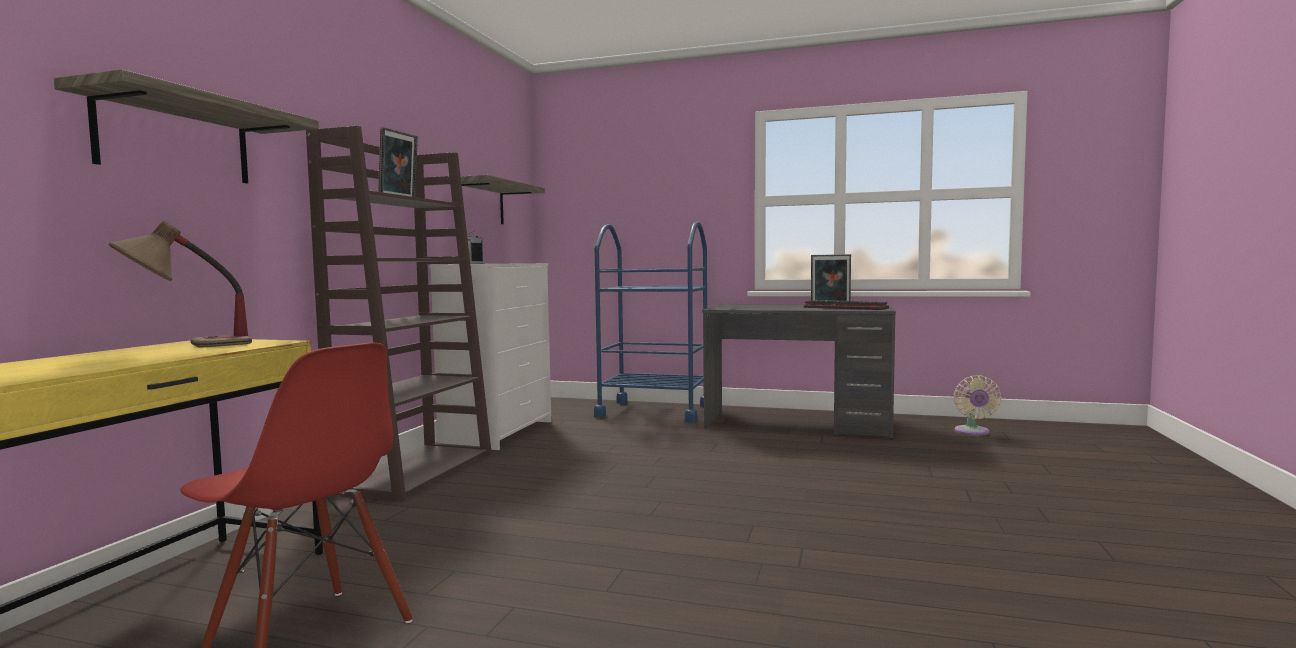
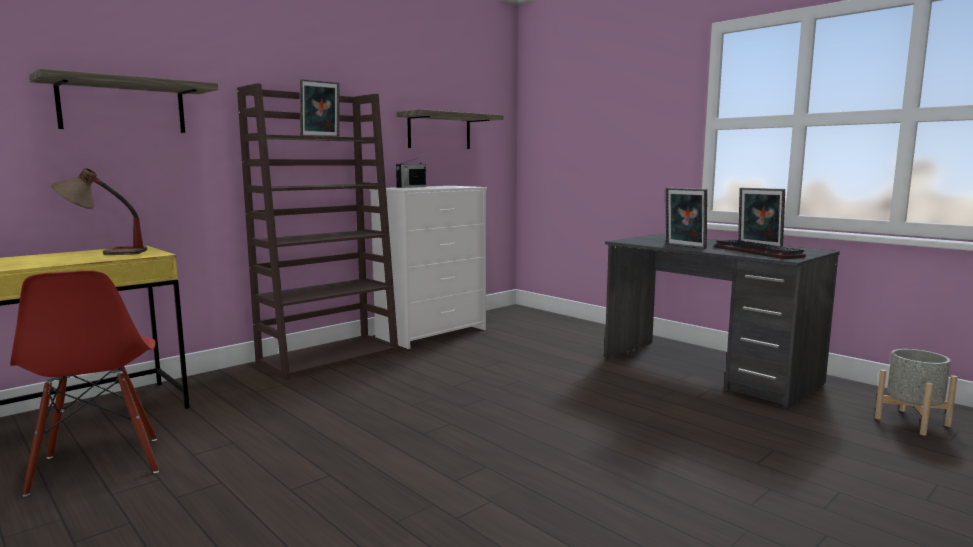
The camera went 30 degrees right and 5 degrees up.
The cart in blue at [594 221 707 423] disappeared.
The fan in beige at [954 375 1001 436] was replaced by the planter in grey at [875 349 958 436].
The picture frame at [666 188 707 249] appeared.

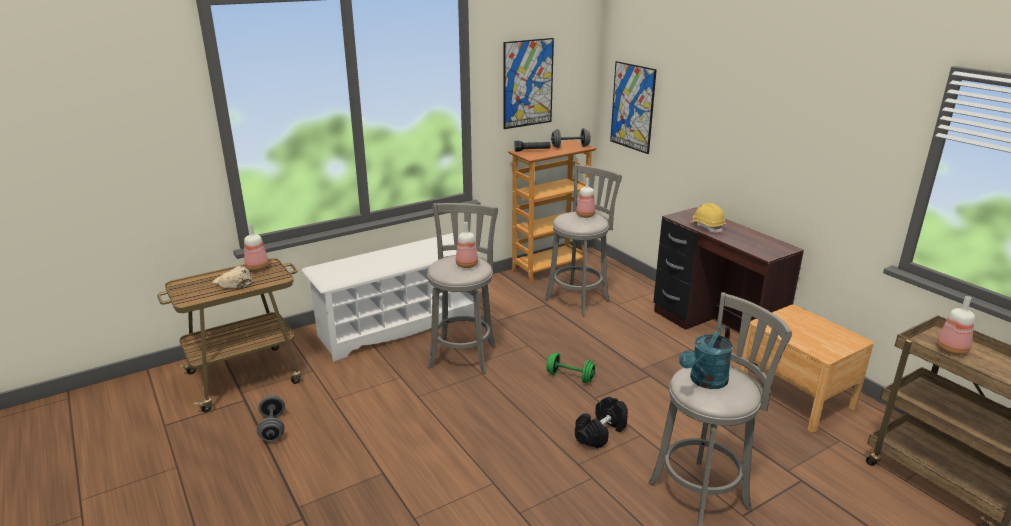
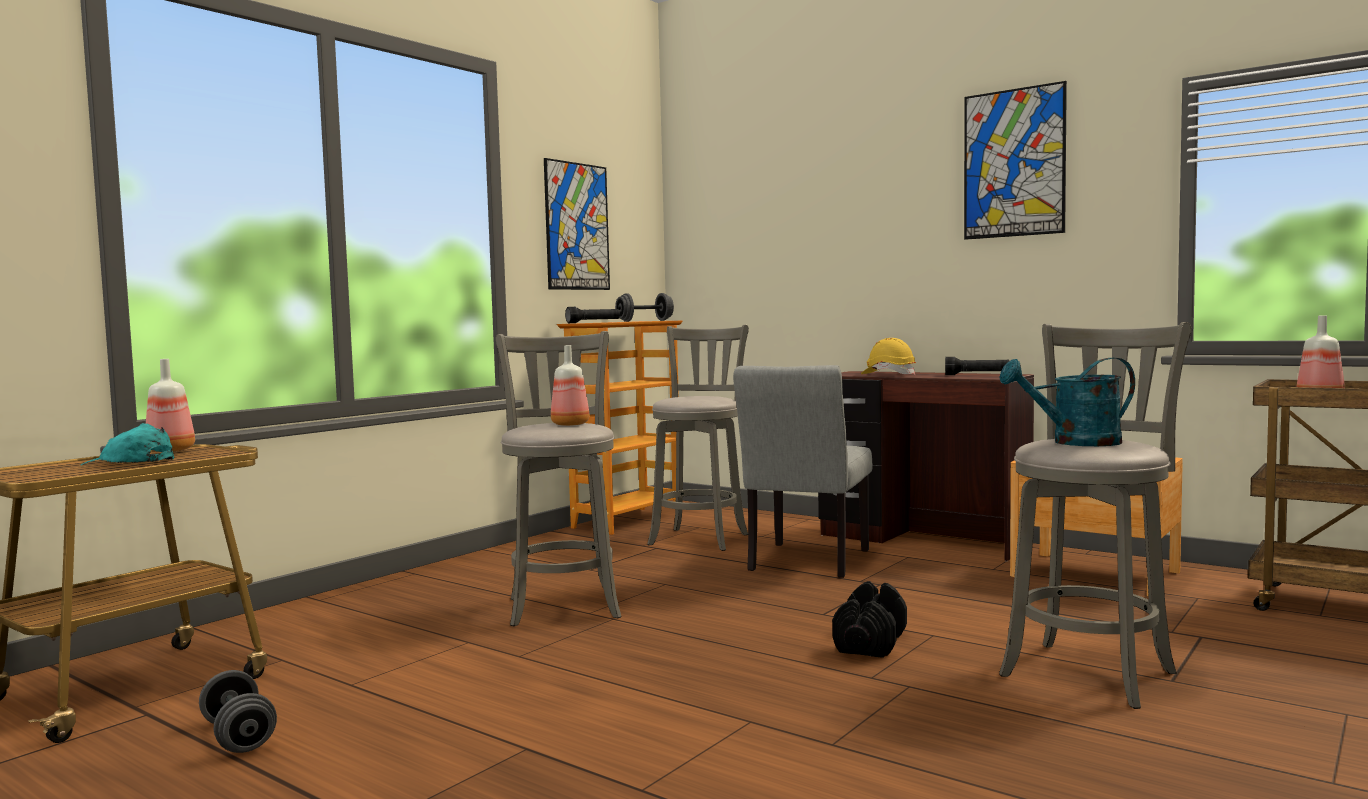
The camera went 20 degrees left and 20 degrees down.
The picture moved from [610 61 657 154] to [964 81 1067 240].
The bottle at [576 178 595 218] disappeared.
The shoe rack in white at [301 233 481 362] disappeared.
The cap in beige at [212 266 253 289] became the cap in turquoise at [81 423 174 465].
The watering can in turquoise at [679 326 733 389] turned 60 degrees clockwise.
The dumbbell in green at [547 353 595 383] disappeared.
The flashlight in black at [945 357 1010 375] appeared.
The chair in grey at [733 365 872 578] appeared.

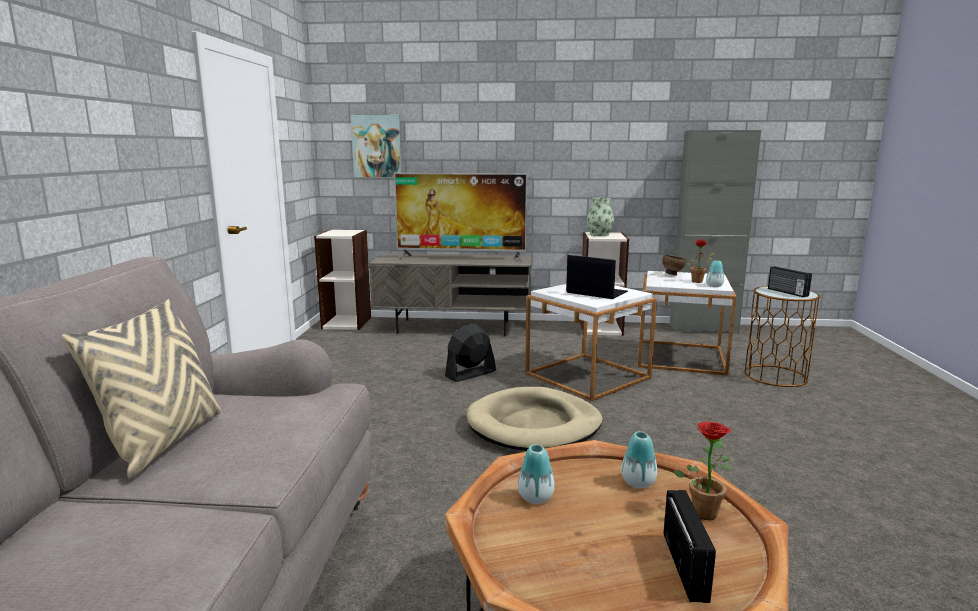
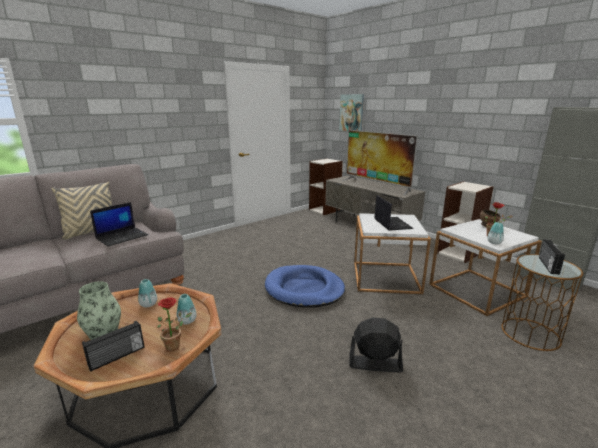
The camera went 45 degrees right and 5 degrees up.
The vase moved from [587 198 614 236] to [77 281 121 340].
The fan in black moved from [445 324 496 382] to [349 318 403 373].
The dog bed in beige at [467 387 603 451] became the dog bed in blue at [265 265 345 308].
The laptop at [90 202 148 246] appeared.

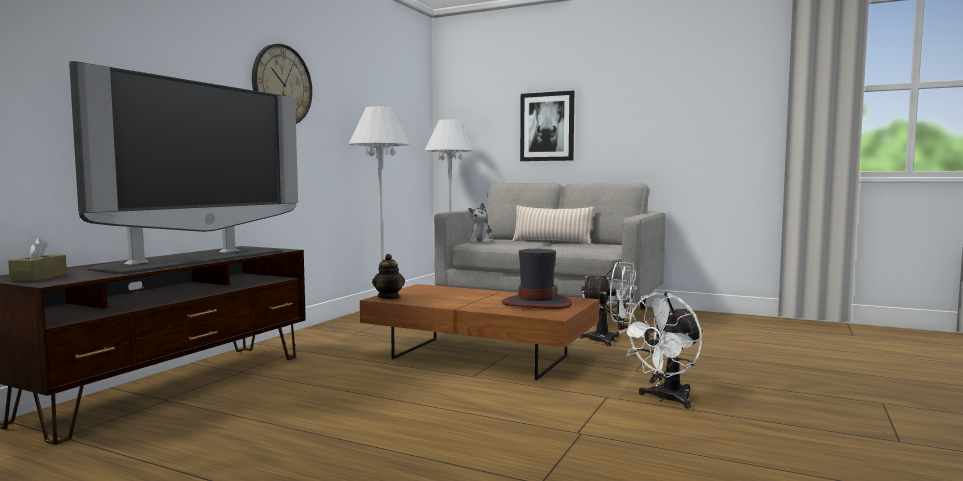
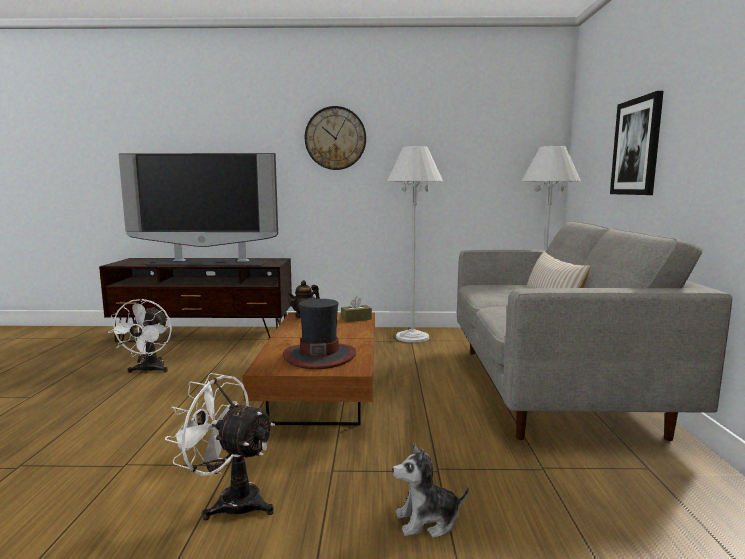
The camera went 65 degrees right and 5 degrees up.
The plush toy moved from [468 203 494 243] to [392 444 469 538].
The tissue box in brown moved from [8 238 67 281] to [341 296 372 322].
The fan in white moved from [579 261 637 347] to [108 299 172 373].

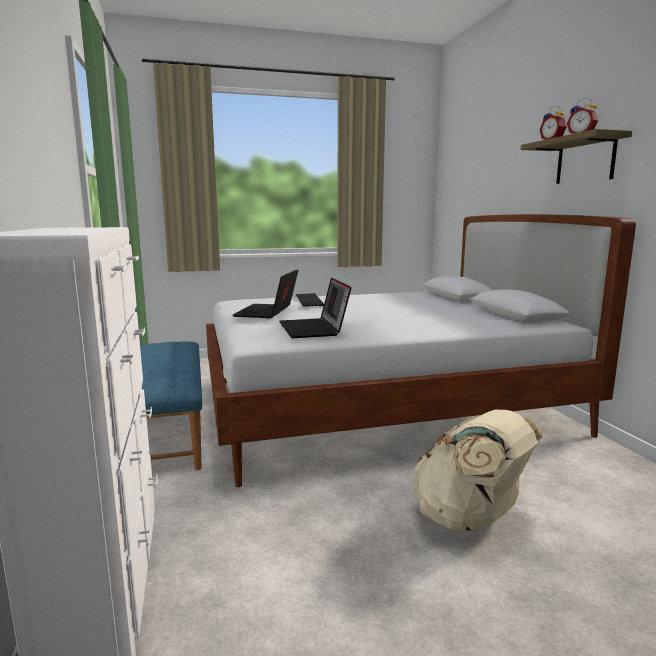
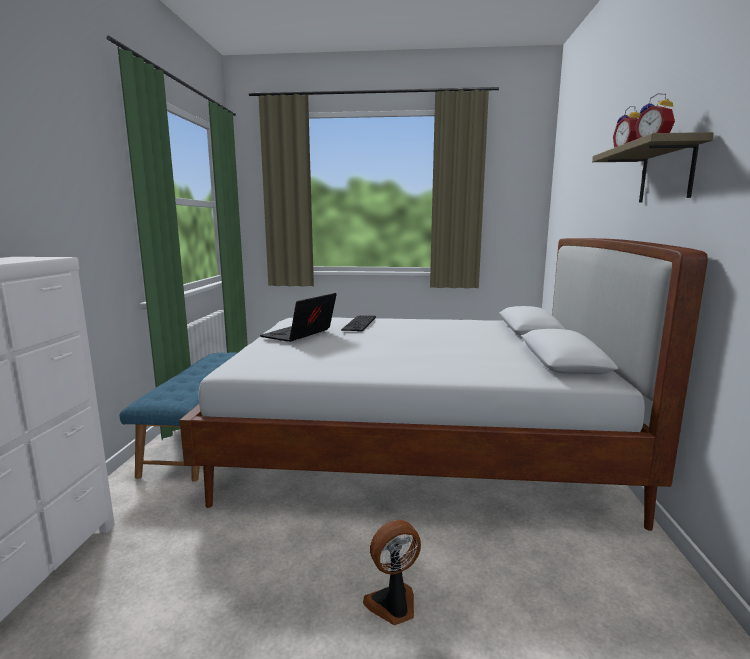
The camera went 20 degrees right and 0 degrees up.
The laptop at [279 277 352 338] disappeared.
The backpack in beige at [413 410 543 532] was replaced by the fan at [363 520 421 625].

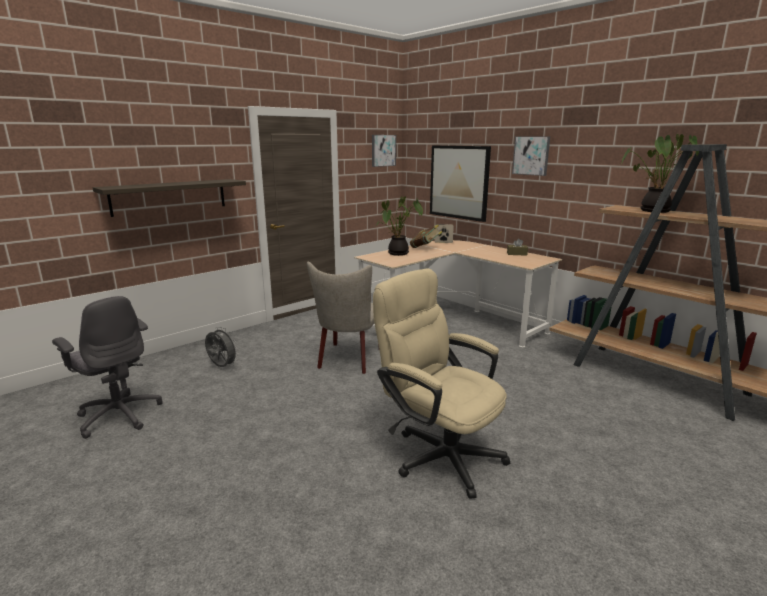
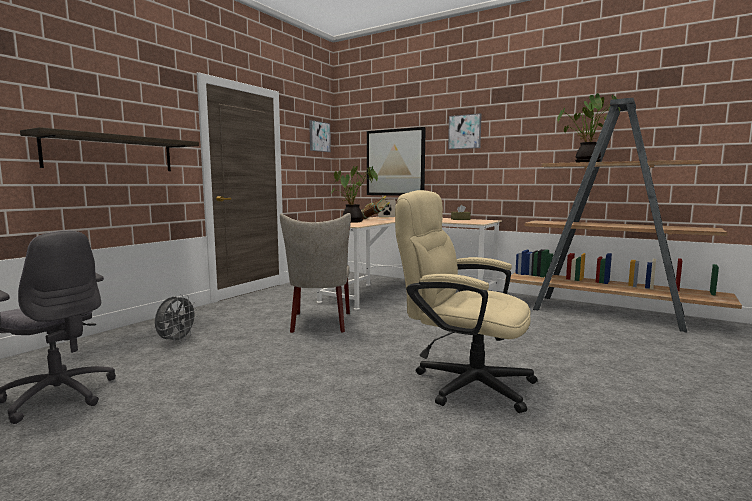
The camera went 15 degrees left and 10 degrees down.
The fan in grey at [205 327 239 367] turned 90 degrees clockwise.

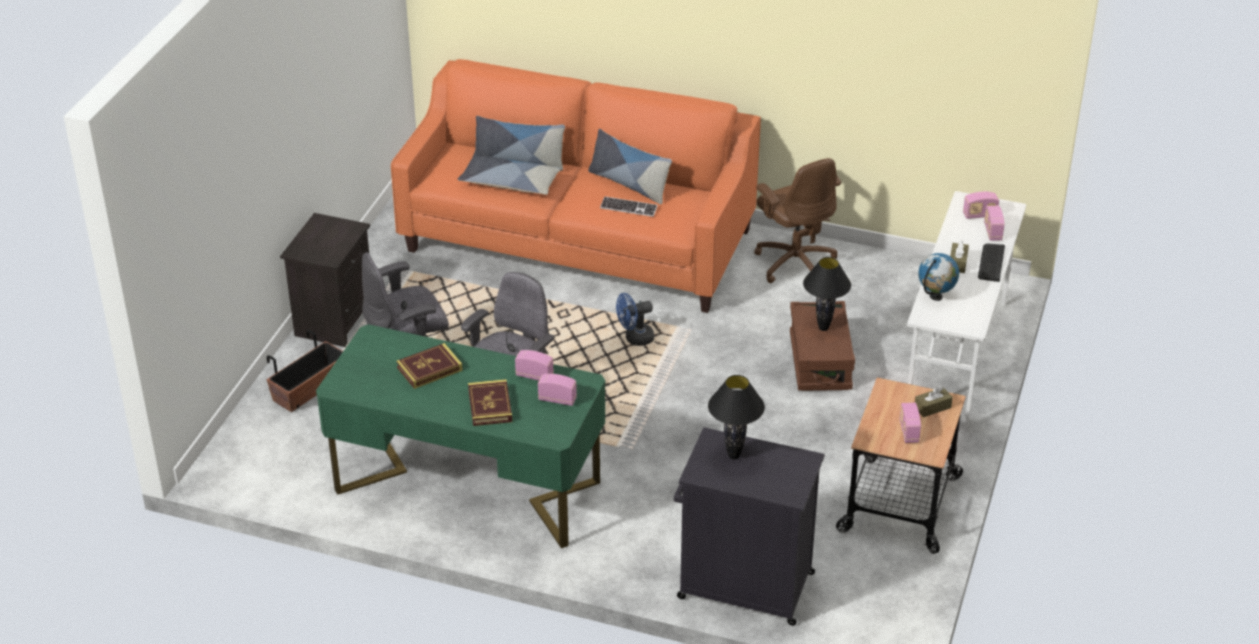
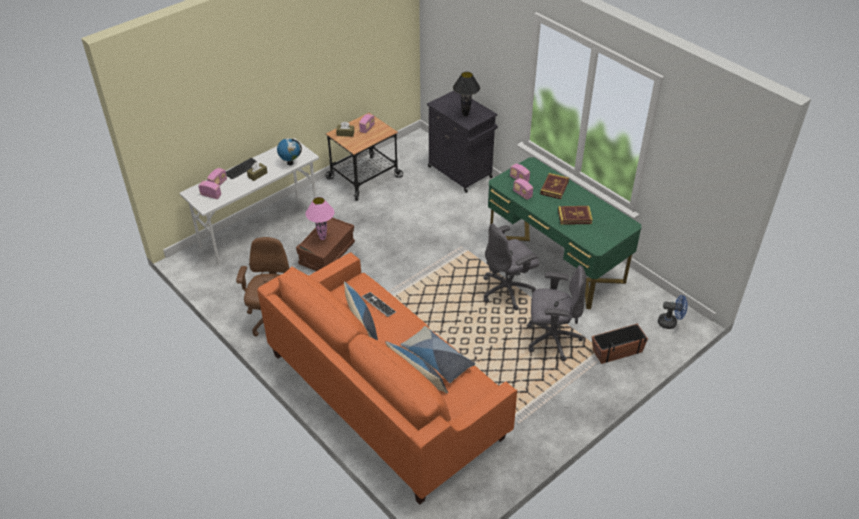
The camera went 150 degrees left and 5 degrees up.
The nightstand in black at [280 213 370 347] disappeared.
The table lamp in black at [803 257 851 331] became the table lamp in pink at [306 197 334 240].
The fan in blue moved from [616 293 654 346] to [658 295 688 329].

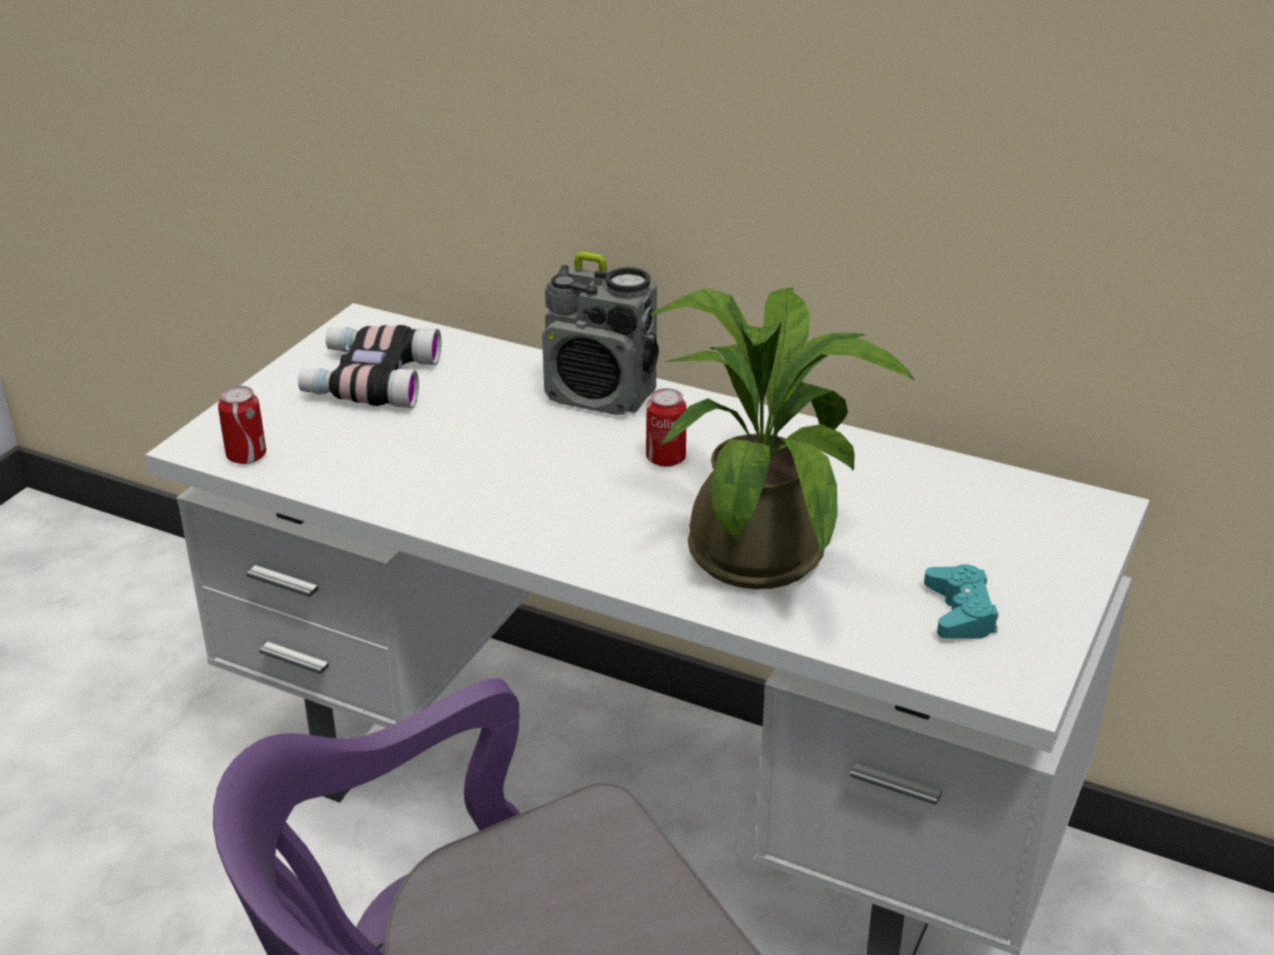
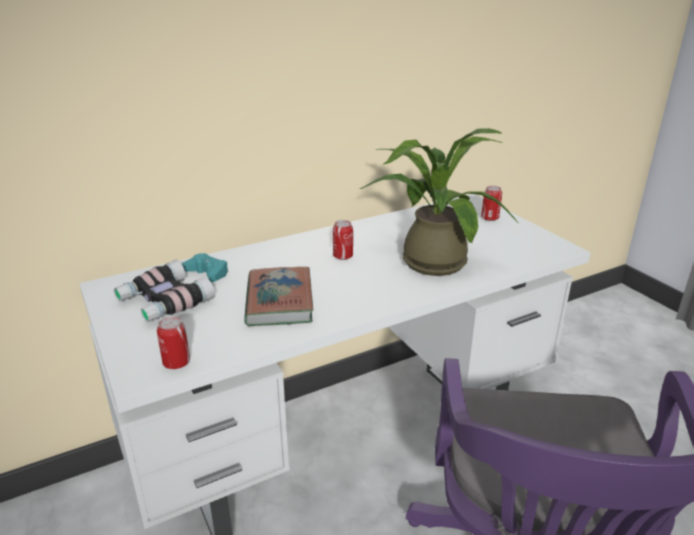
The camera went 55 degrees left and 5 degrees down.
The radio at [542 252 659 415] disappeared.
The game controller in turquoise moved from [924 564 999 639] to [182 253 229 282].
The can at [481 186 502 221] appeared.
The book at [244 267 313 326] appeared.

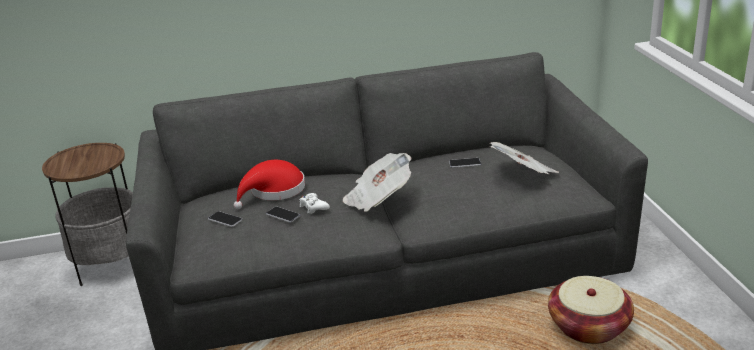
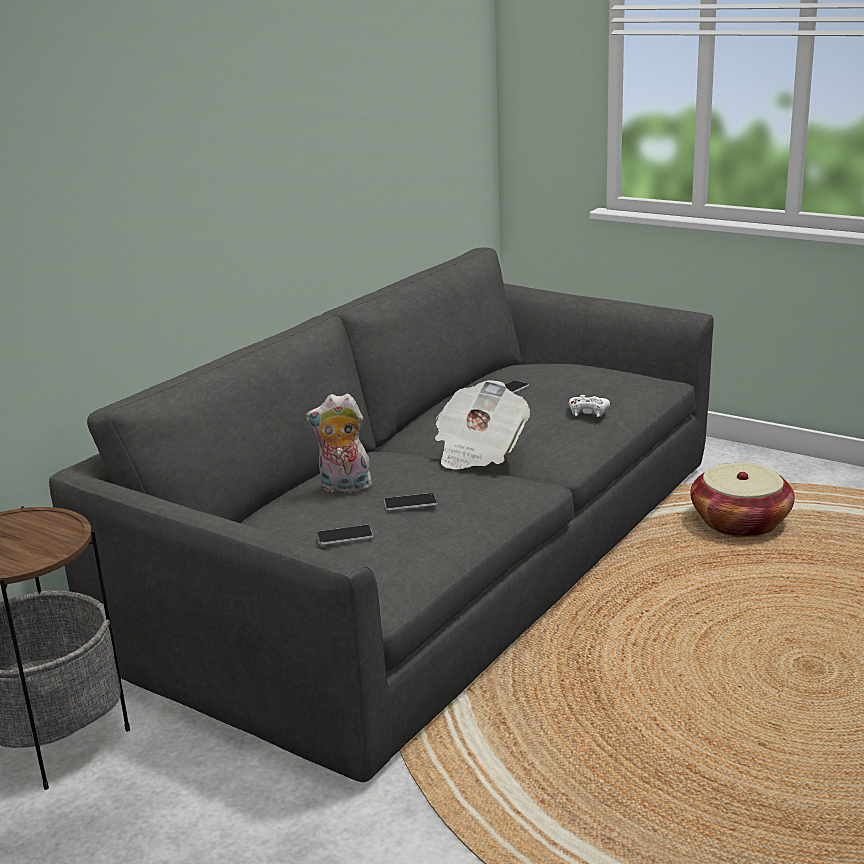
The camera went 45 degrees left and 5 degrees down.
The newspaper at [490 142 559 174] disappeared.
The hat in red at [234 160 305 209] was replaced by the plush toy at [306 394 372 493].
The game controller in white moved from [299 193 330 214] to [569 395 610 417].

